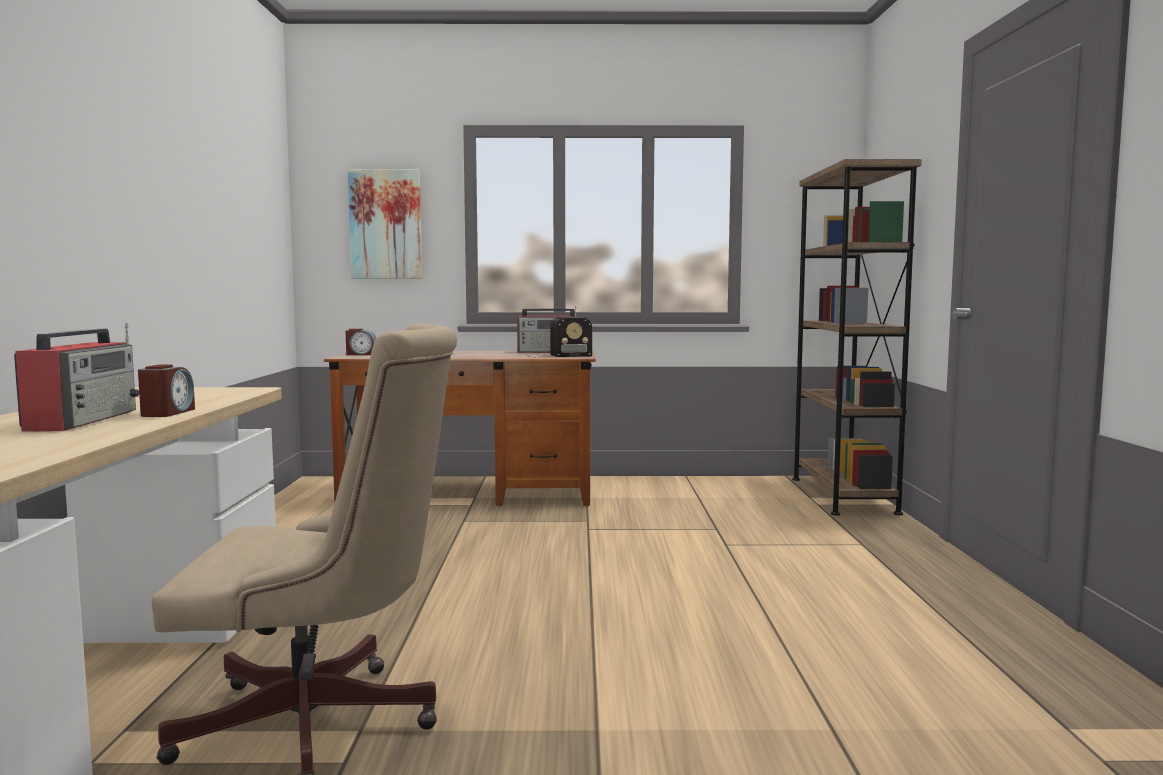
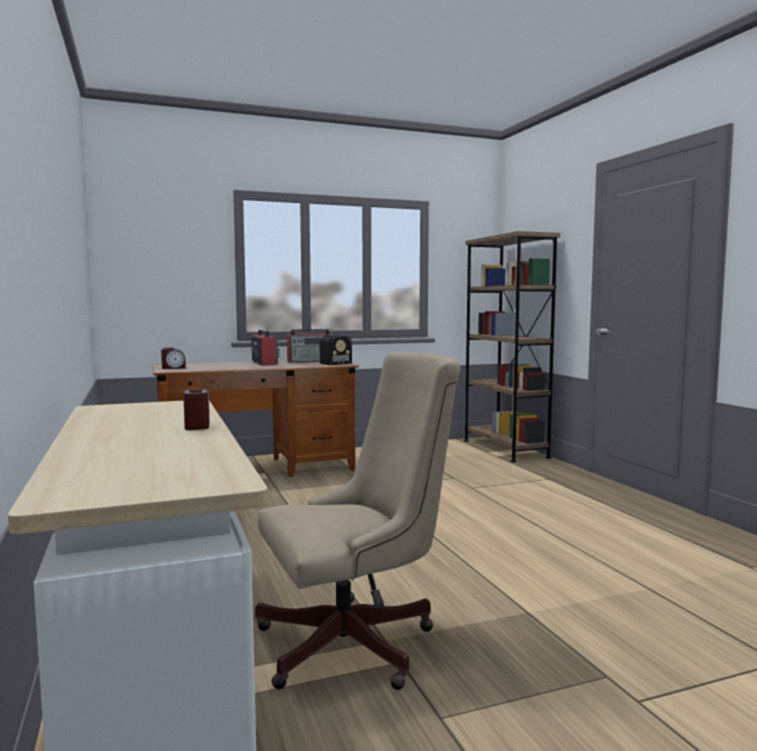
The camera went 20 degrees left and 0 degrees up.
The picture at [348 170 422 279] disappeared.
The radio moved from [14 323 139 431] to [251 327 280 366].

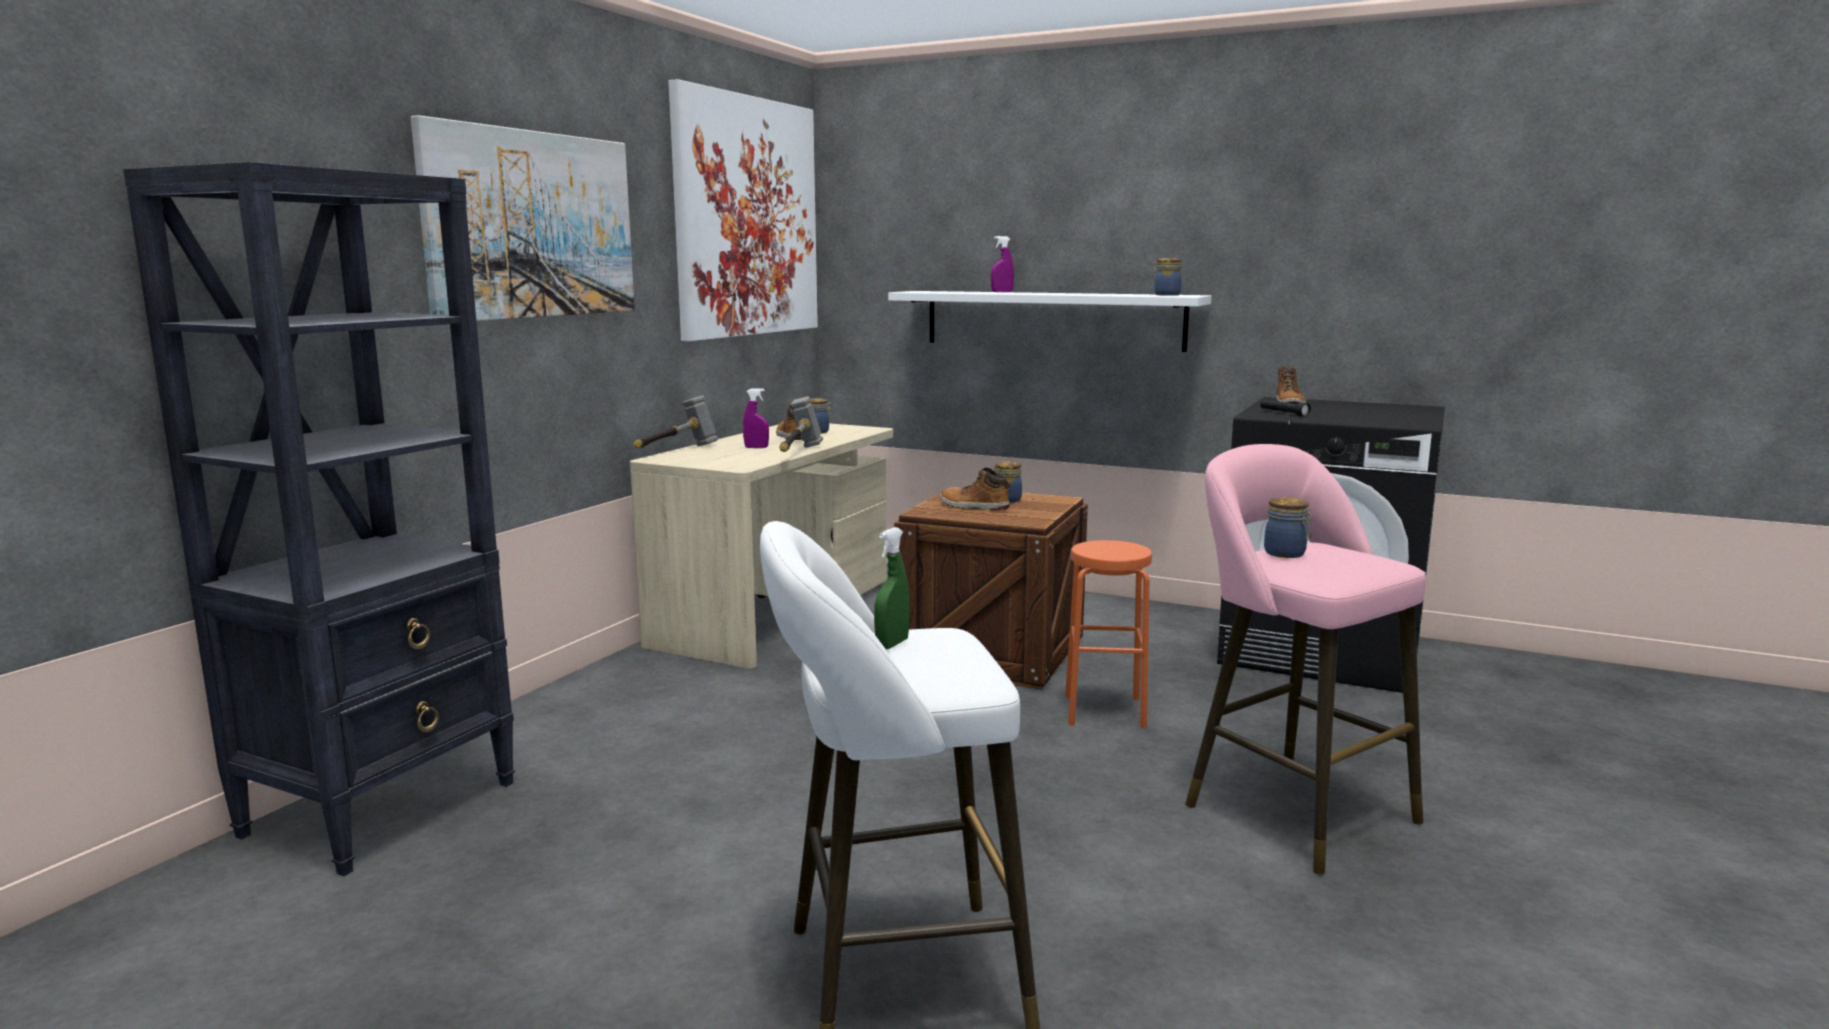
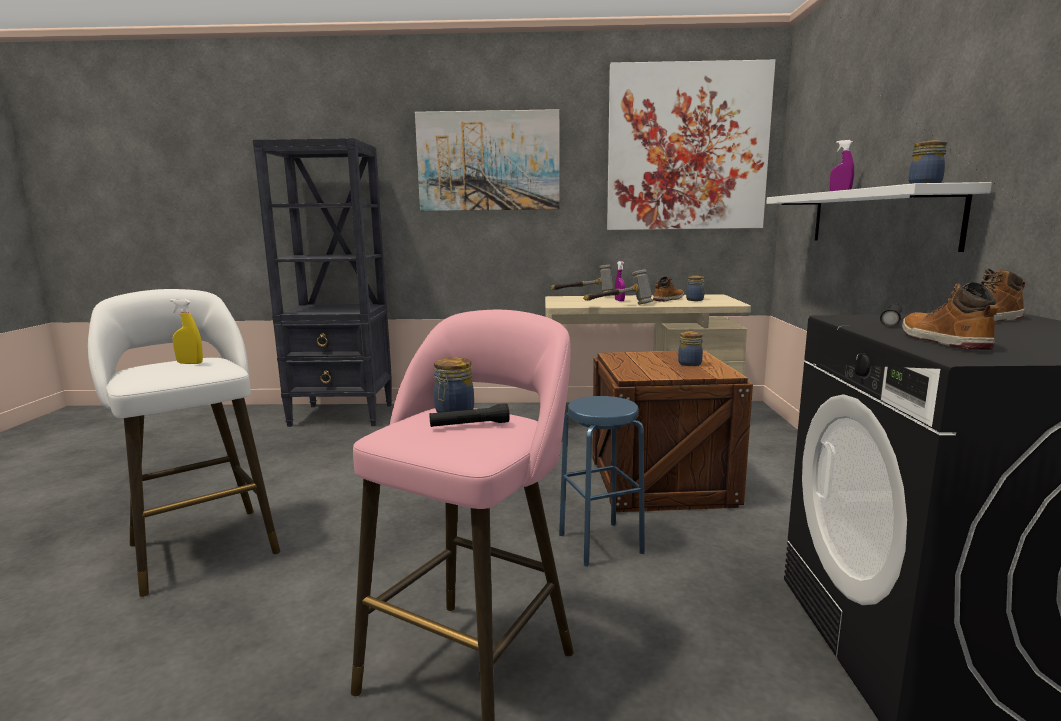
The camera went 65 degrees right and 0 degrees up.
The boot moved from [940 468 1010 510] to [902 282 998 350].
The spray bottle in green at [874 527 909 649] became the spray bottle in yellow at [170 299 203 364].
The stool in orange at [1065 540 1152 729] became the stool in blue at [559 396 645 567].
The flashlight in black at [430 403 510 427] appeared.

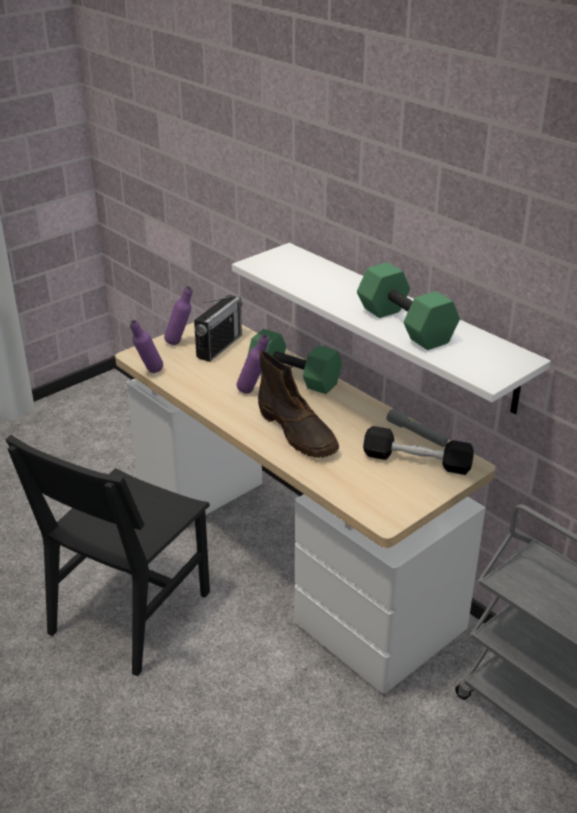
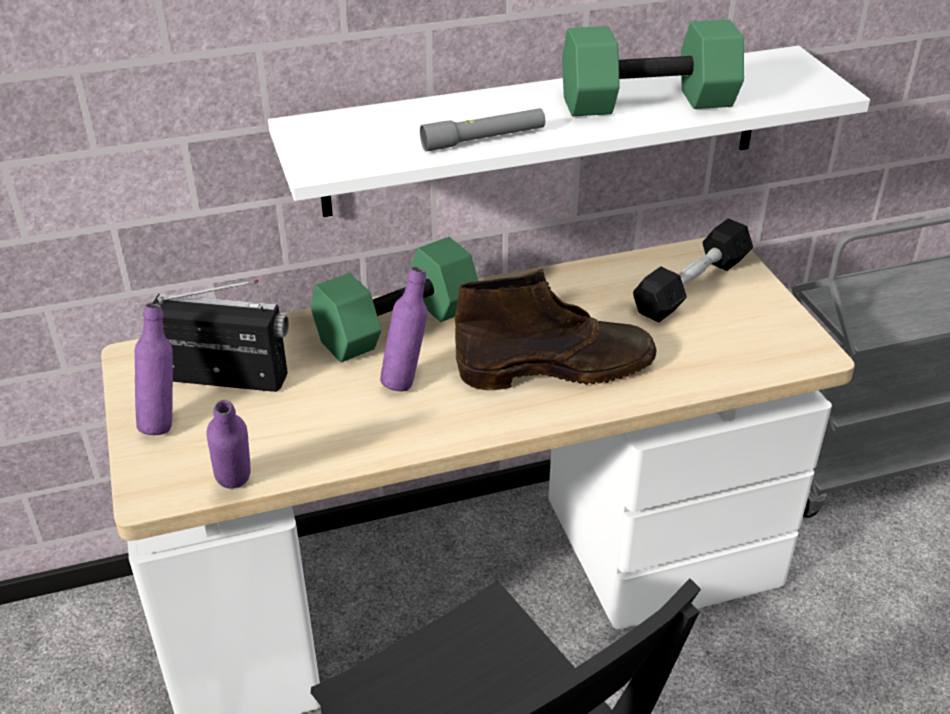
The camera went 65 degrees left and 5 degrees up.
The radio at [194 295 243 362] turned 45 degrees counterclockwise.
The flashlight in grey moved from [387 409 448 447] to [420 108 545 152].

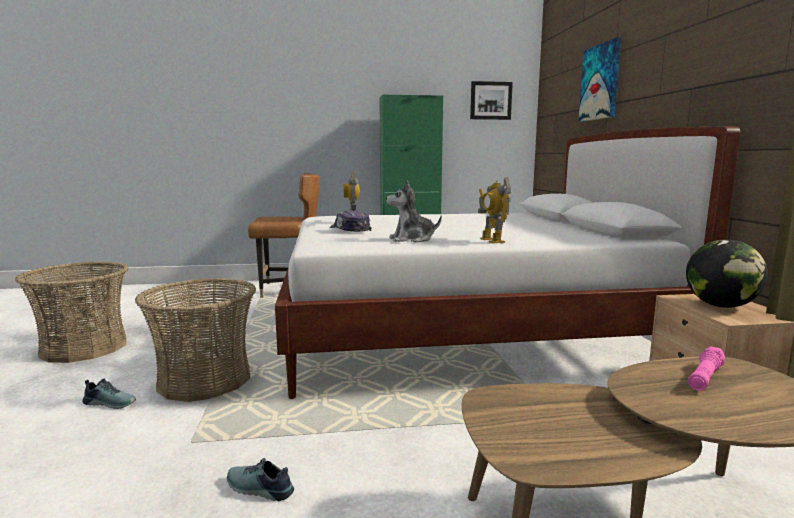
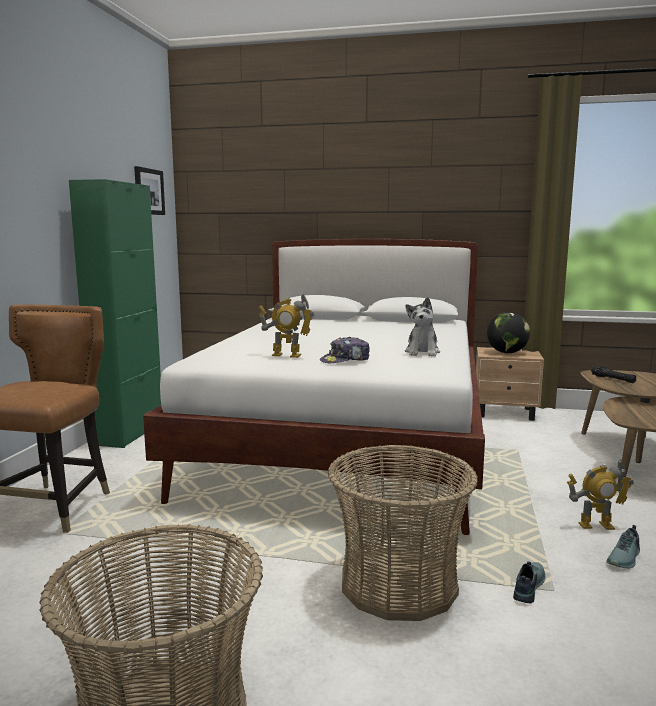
The camera went 70 degrees left and 0 degrees up.
The picture at [578 37 622 122] disappeared.
The toy robot moved from [478 177 511 243] to [567 459 634 530].
The flashlight in pink at [688 347 725 391] became the flashlight in black at [591 366 636 383].
The shoe moved from [83 378 136 409] to [513 561 545 603].

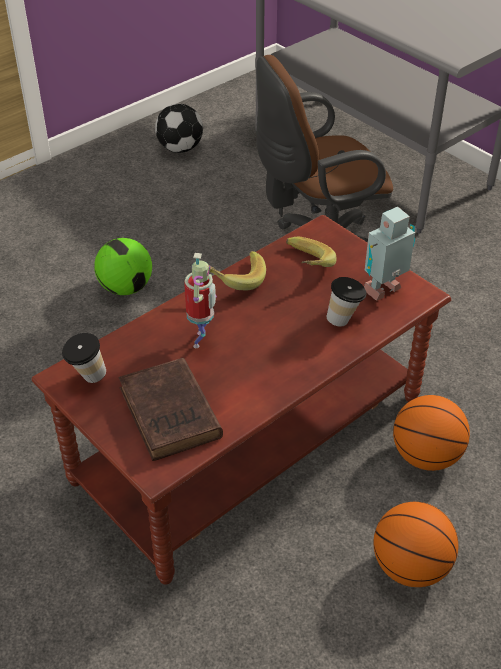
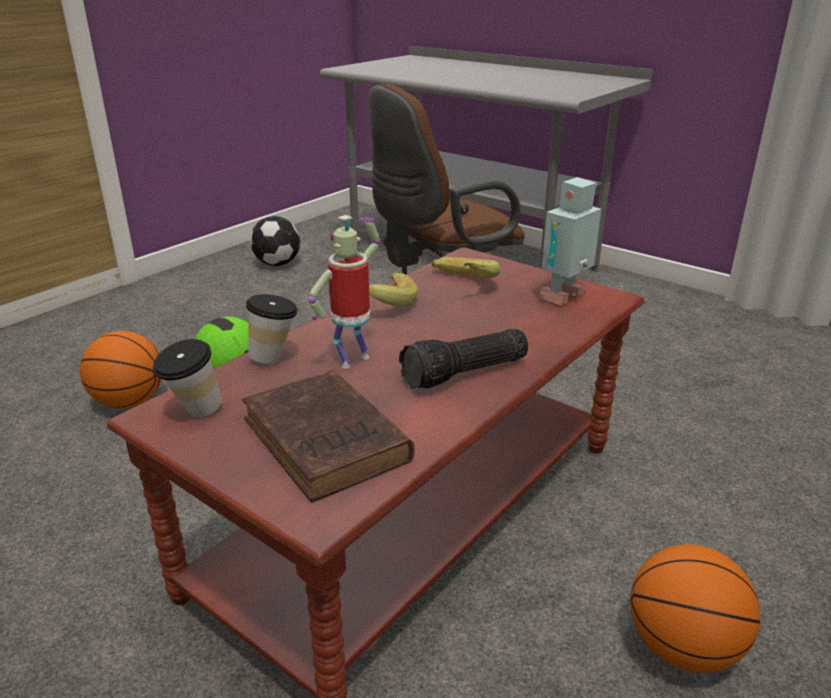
The camera went 10 degrees left and 15 degrees down.
The toy robot at [184 253 217 348] turned 135 degrees counterclockwise.
The cup moved from [327 277 366 327] to [246 294 298 363].
The basketball moved from [393 395 470 471] to [80 331 162 408].
The flashlight at [399 329 528 389] appeared.

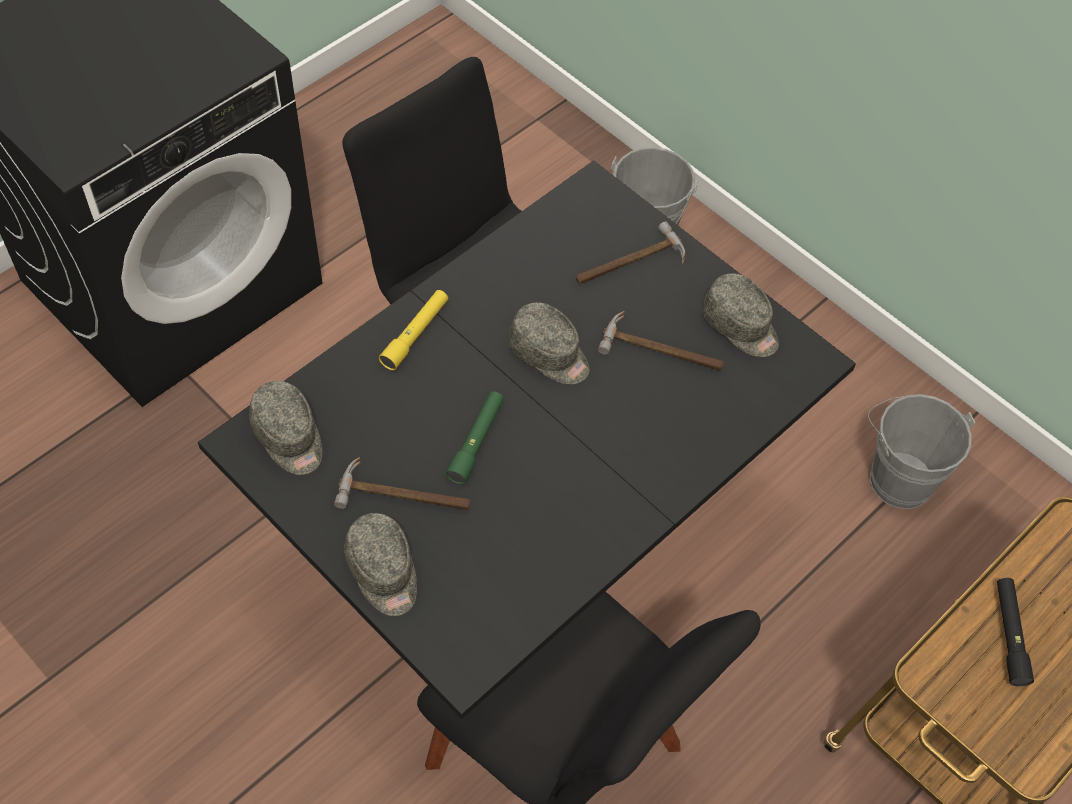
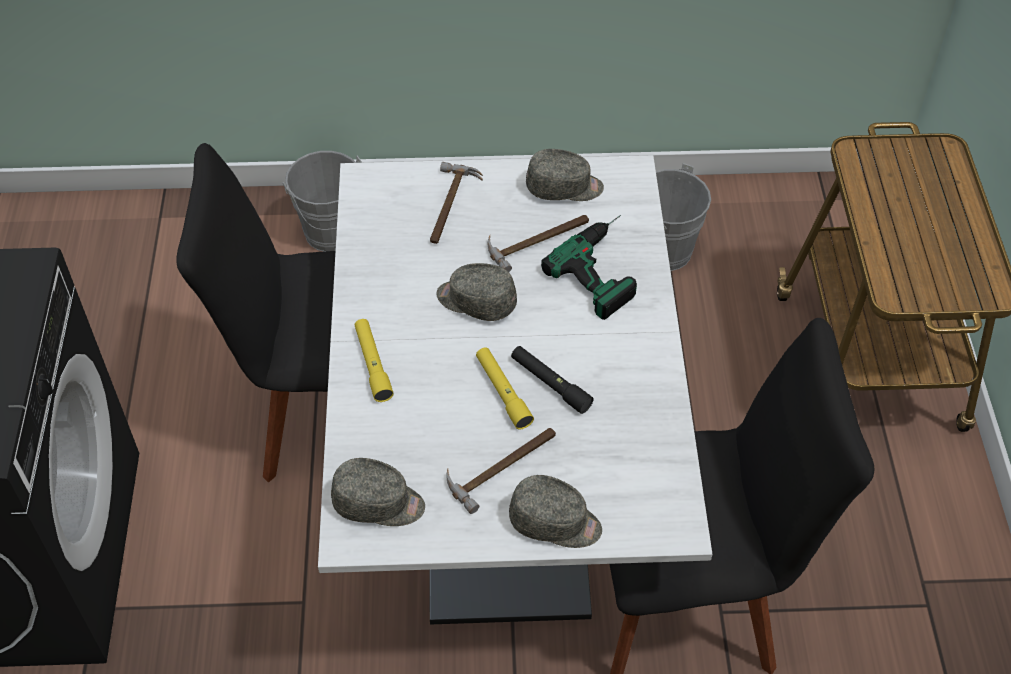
The camera went 45 degrees left and 5 degrees down.
The dining table in black at [198 160 856 719] became the dining table in white at [318 155 712 624].
The cap in grey at [509 302 590 384] turned 150 degrees counterclockwise.
The flashlight in green at [446 391 504 484] became the flashlight in yellow at [476 347 534 429].
The flashlight in black moved from [997 578 1034 686] to [511 346 594 414].
The power drill at [541 215 637 320] appeared.

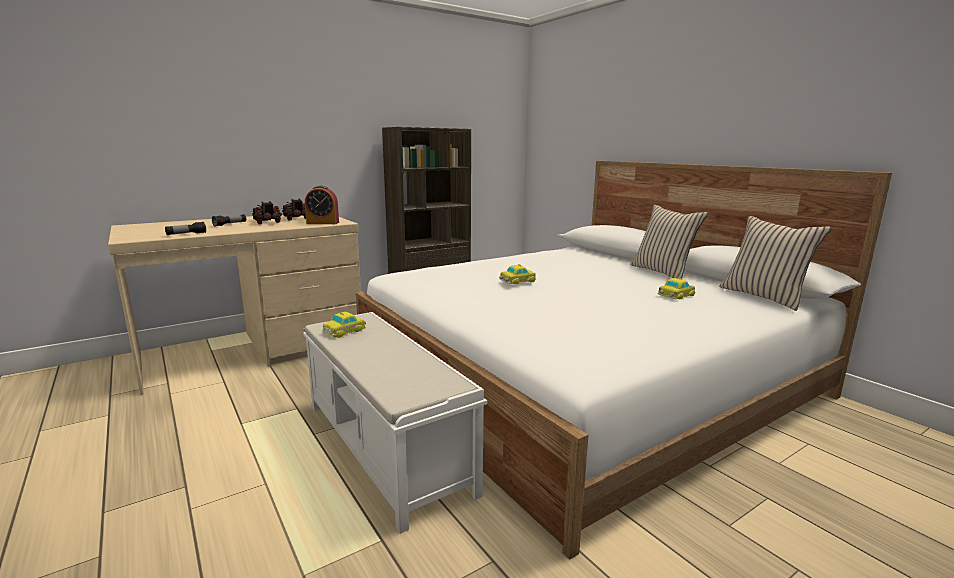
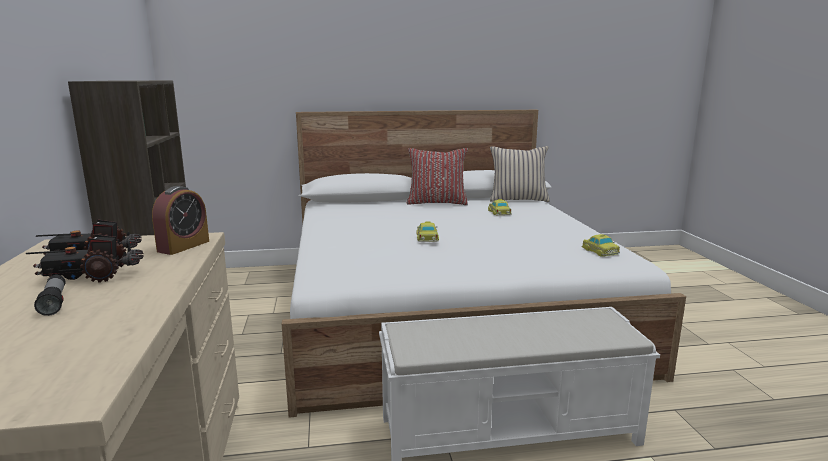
The camera went 65 degrees left and 0 degrees up.
The pillow in beige at [630 205 709 278] became the pillow in red at [407 148 468 205].
The flashlight at [165 222 206 235] disappeared.
The toy car moved from [322 312 366 338] to [582 234 620 257].

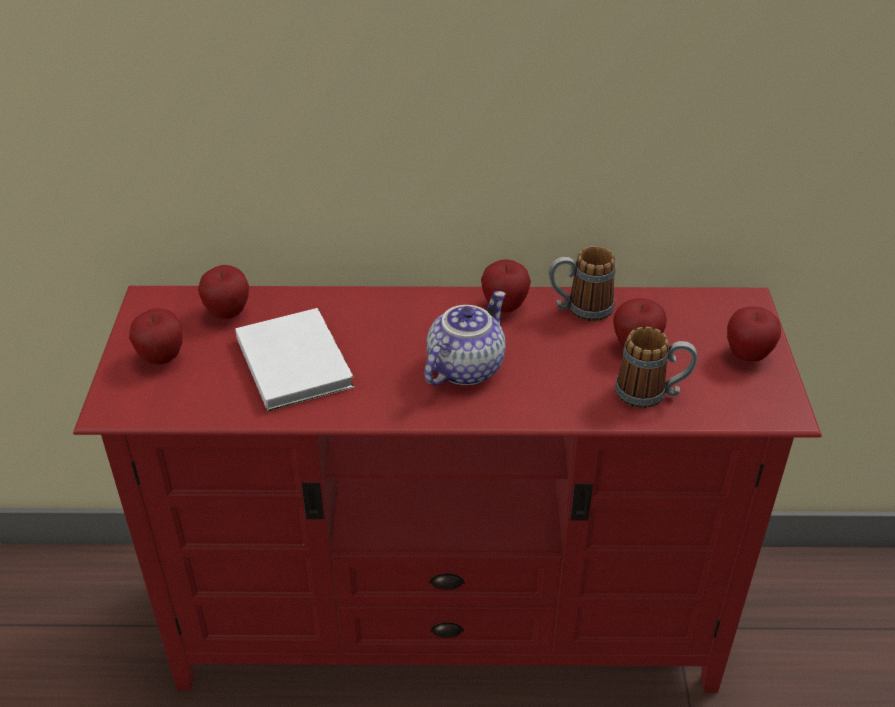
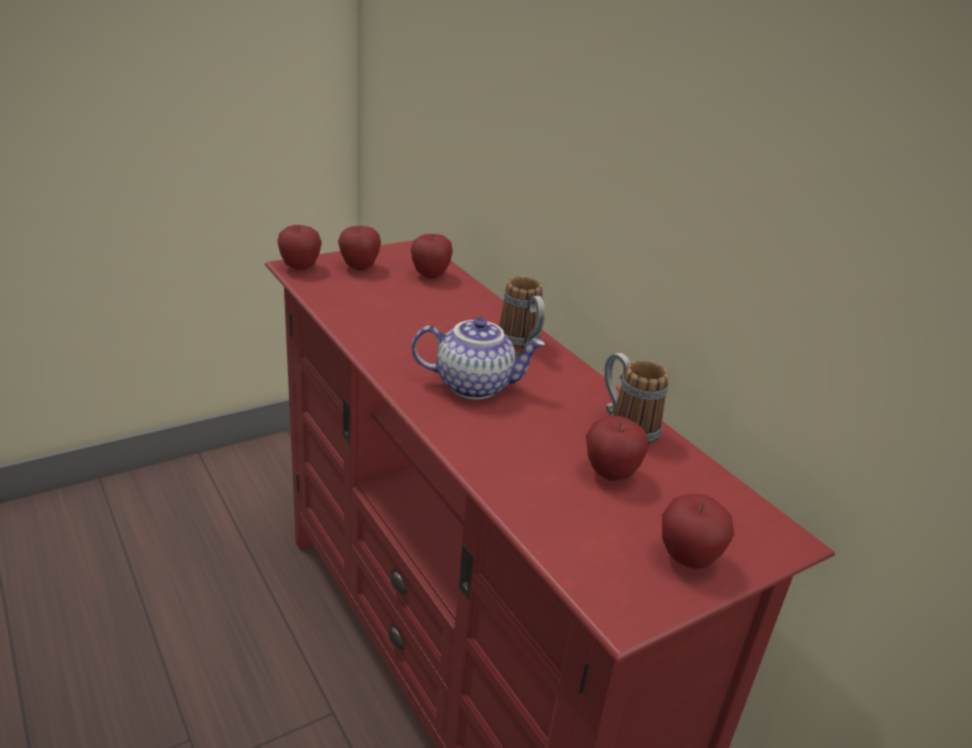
The camera went 55 degrees right and 10 degrees down.
The apple moved from [481 259 531 313] to [278 225 322 270].
The book in white at [235 308 354 411] disappeared.
The mug moved from [615 327 697 408] to [498 276 545 349].

